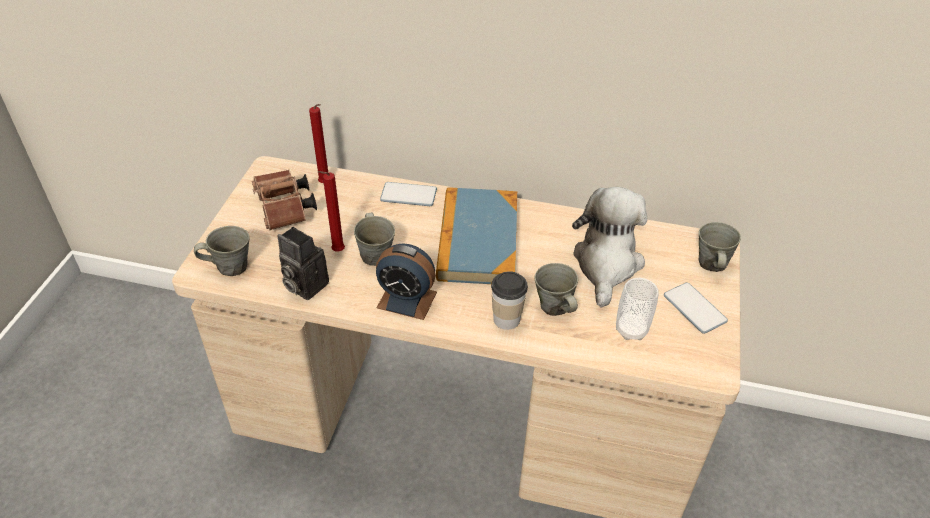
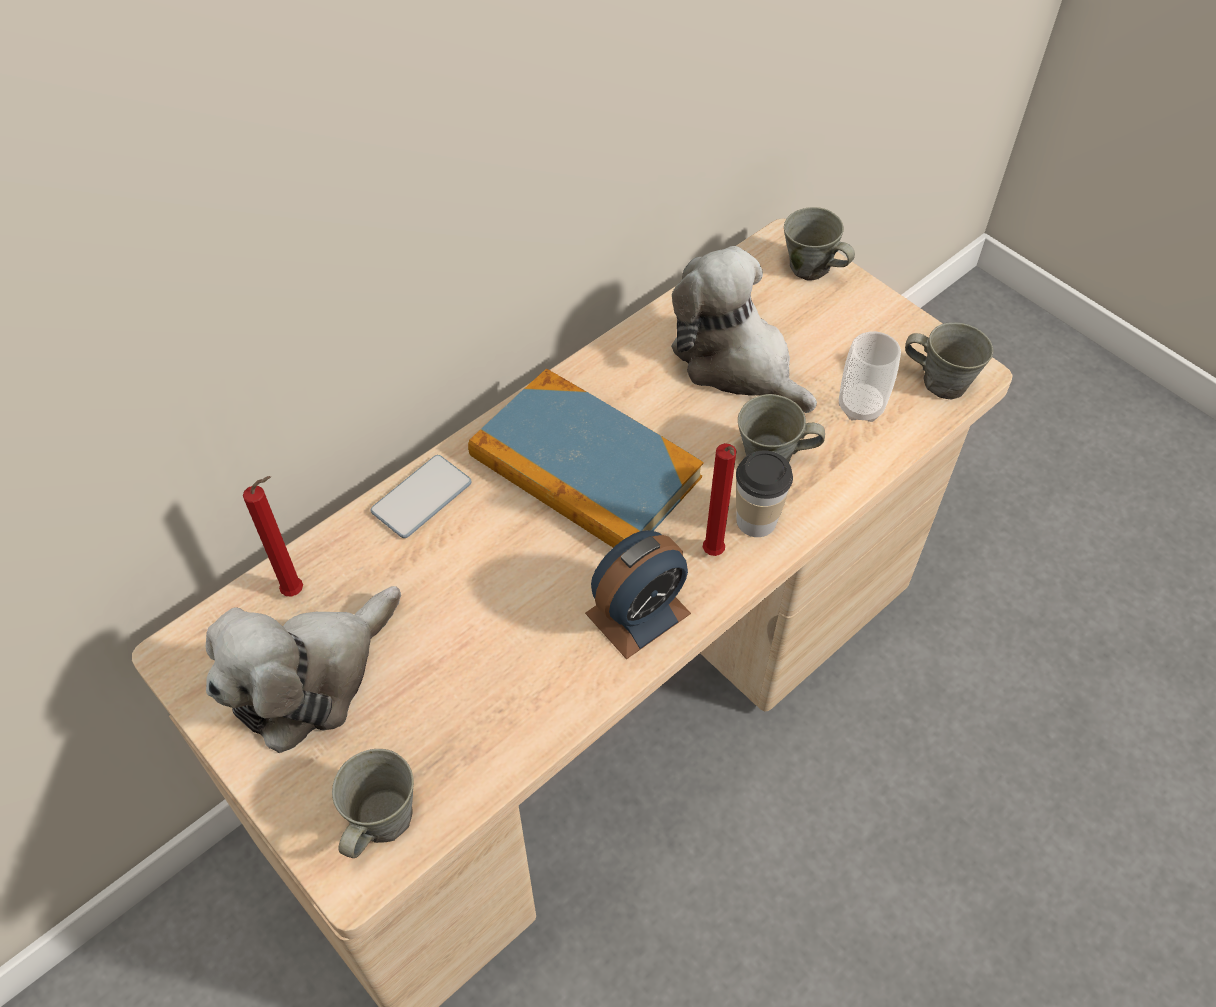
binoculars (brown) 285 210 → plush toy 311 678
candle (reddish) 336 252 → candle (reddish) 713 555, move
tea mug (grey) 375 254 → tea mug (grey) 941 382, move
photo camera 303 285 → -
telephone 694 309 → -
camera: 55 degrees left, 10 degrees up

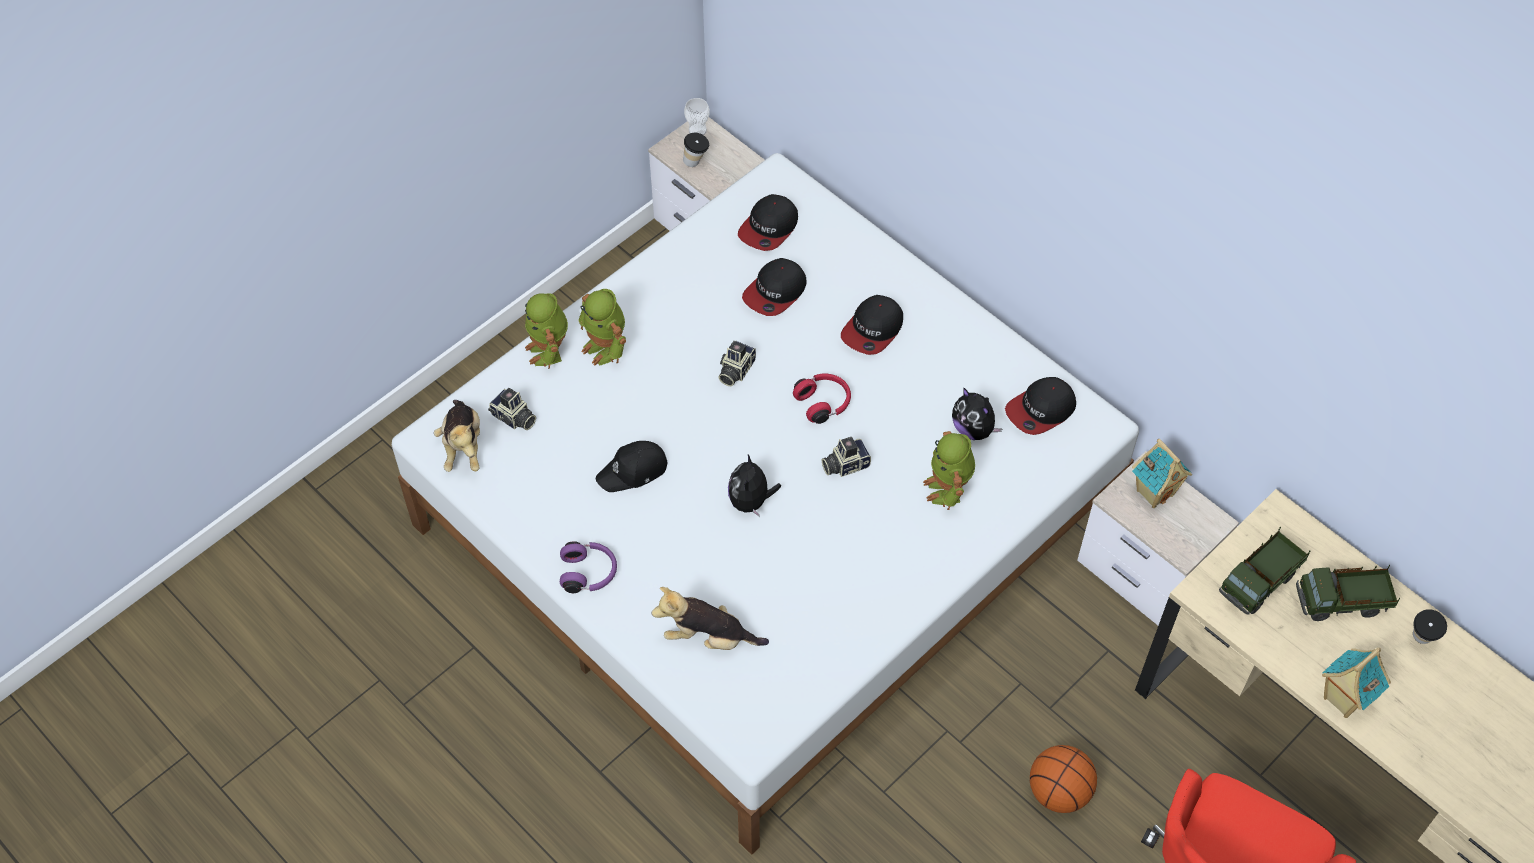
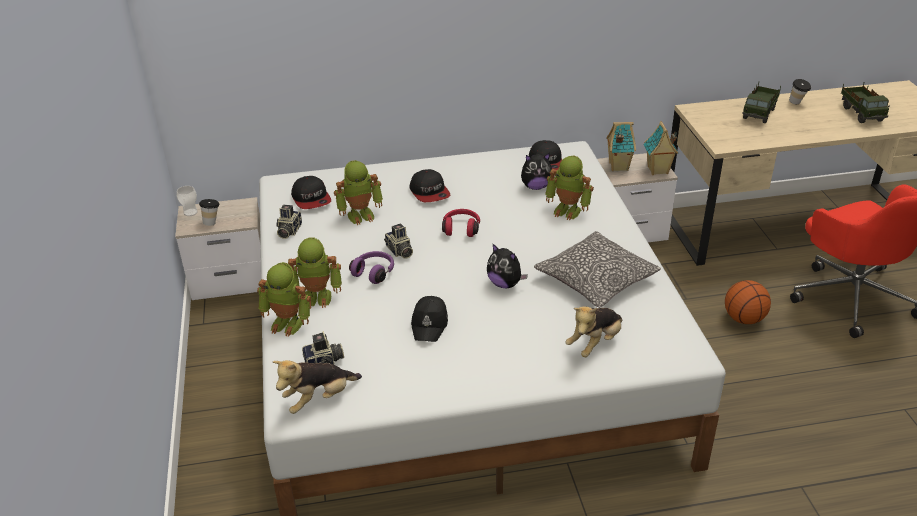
plush toy 463 446 → plush toy 319 399, 120 degrees clockwise
photo camera 844 464 → photo camera 288 231, move
cap 775 292 → model robot 360 214
pair of headphones (purple) 589 573 → pair of headphones (purple) 374 272, move
- → throw pillow 596 279
miniature house 1342 700 → miniature house 657 171, move
toy lorry 1260 583 → toy lorry 861 113, move
camera: 55 degrees left, 20 degrees down

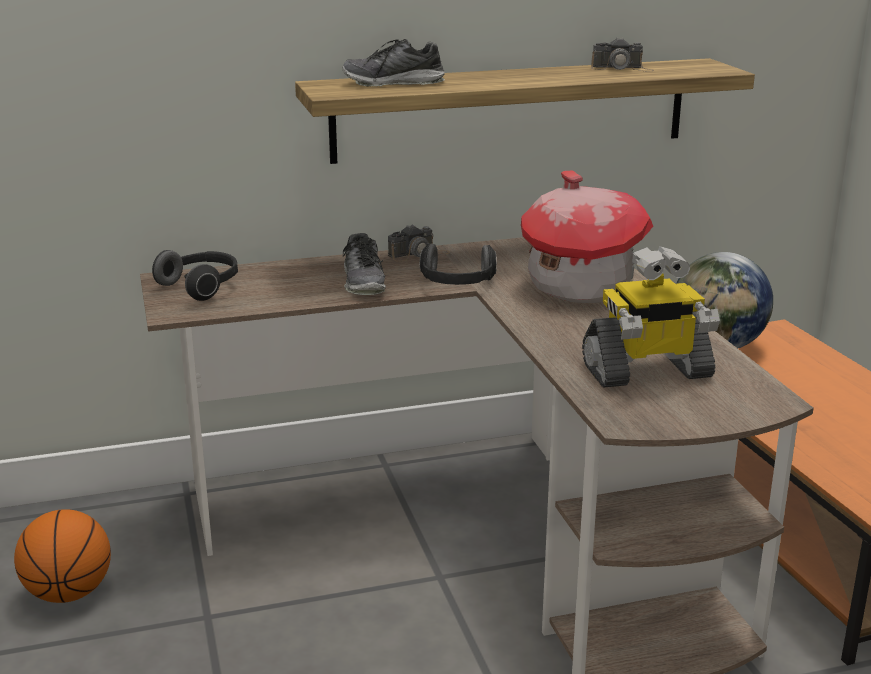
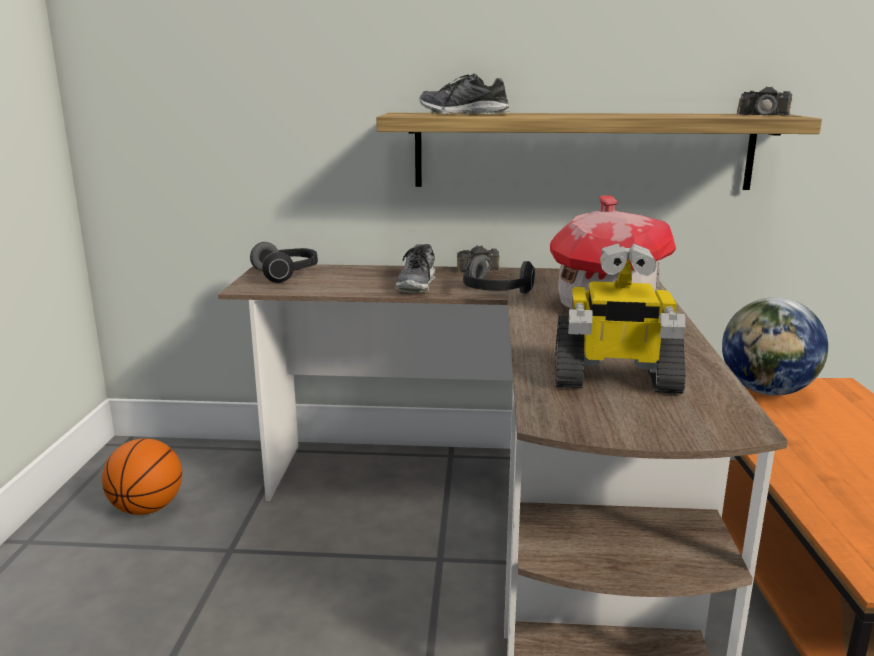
photo camera 622 68 → photo camera 768 115, move
camera: 20 degrees right, 5 degrees down

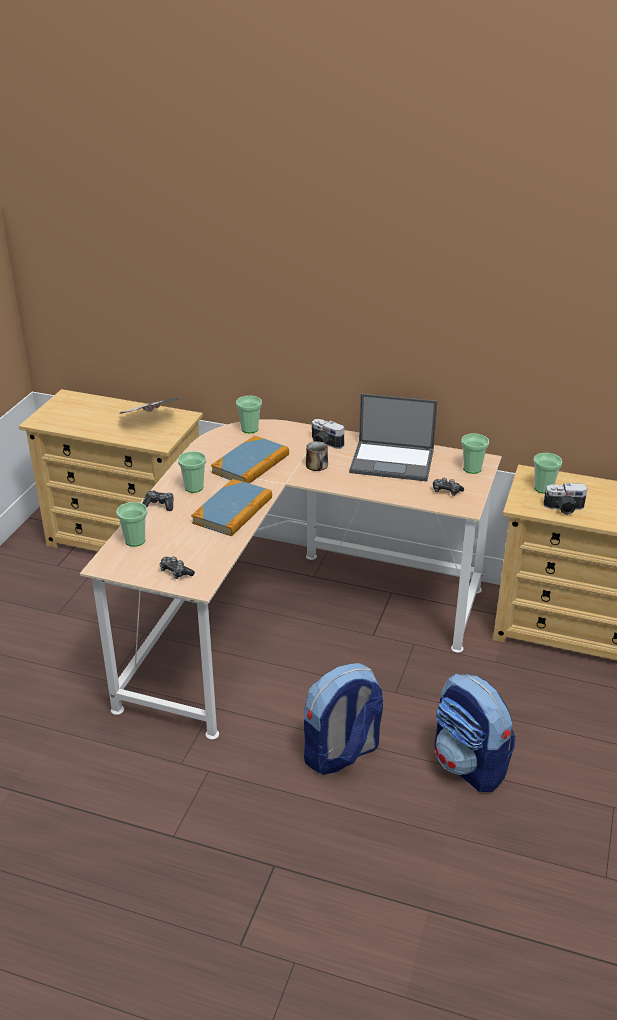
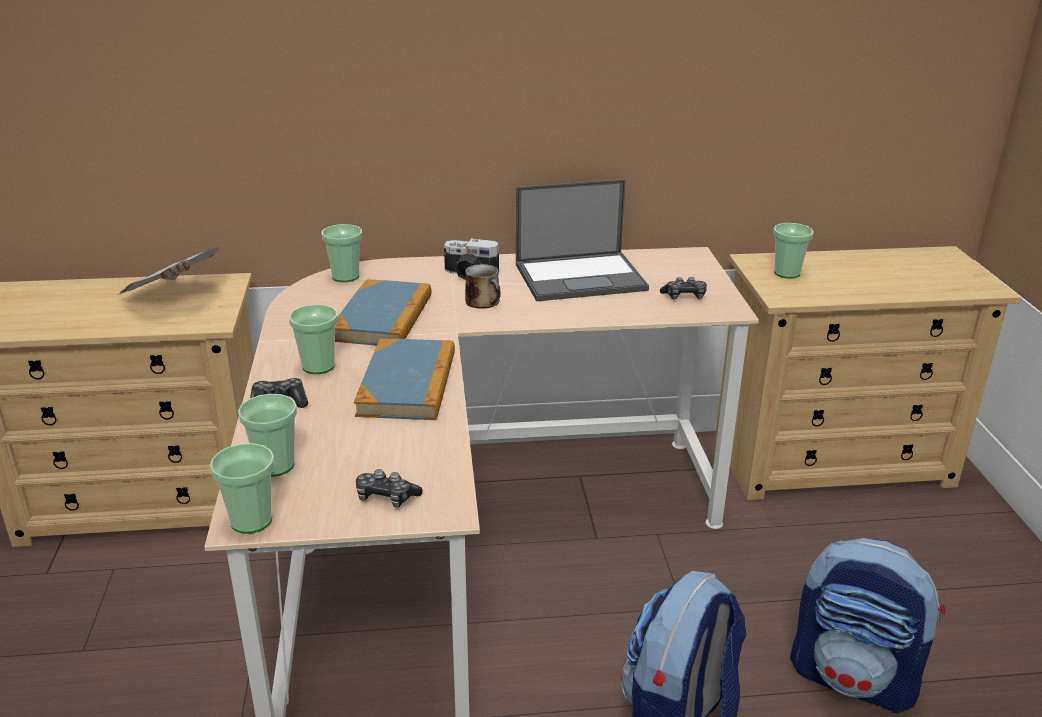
cup 472 469 → cup 251 521, move
photo camera 564 508 → -
camera: 25 degrees left, 5 degrees down

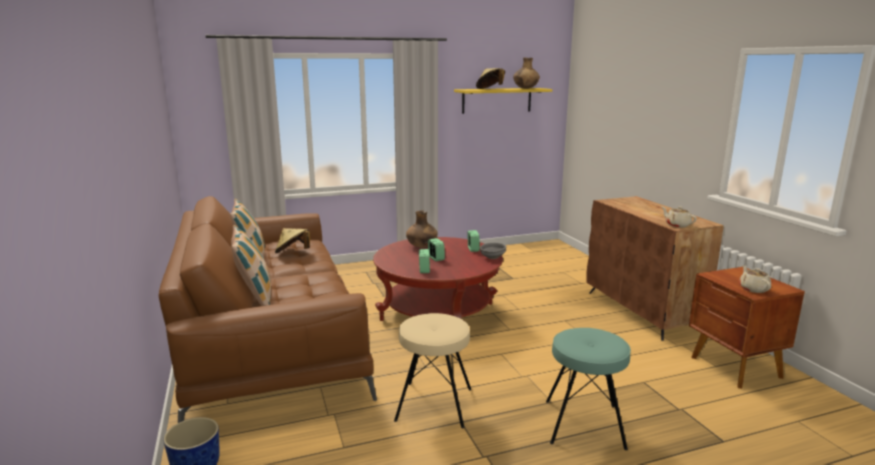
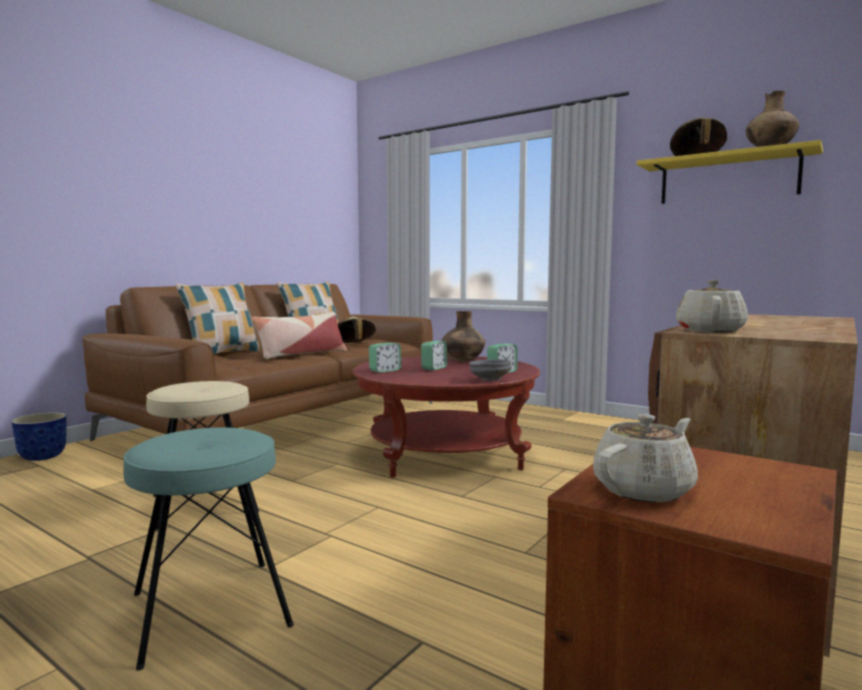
- → throw pillow 301 354
camera: 55 degrees right, 10 degrees down

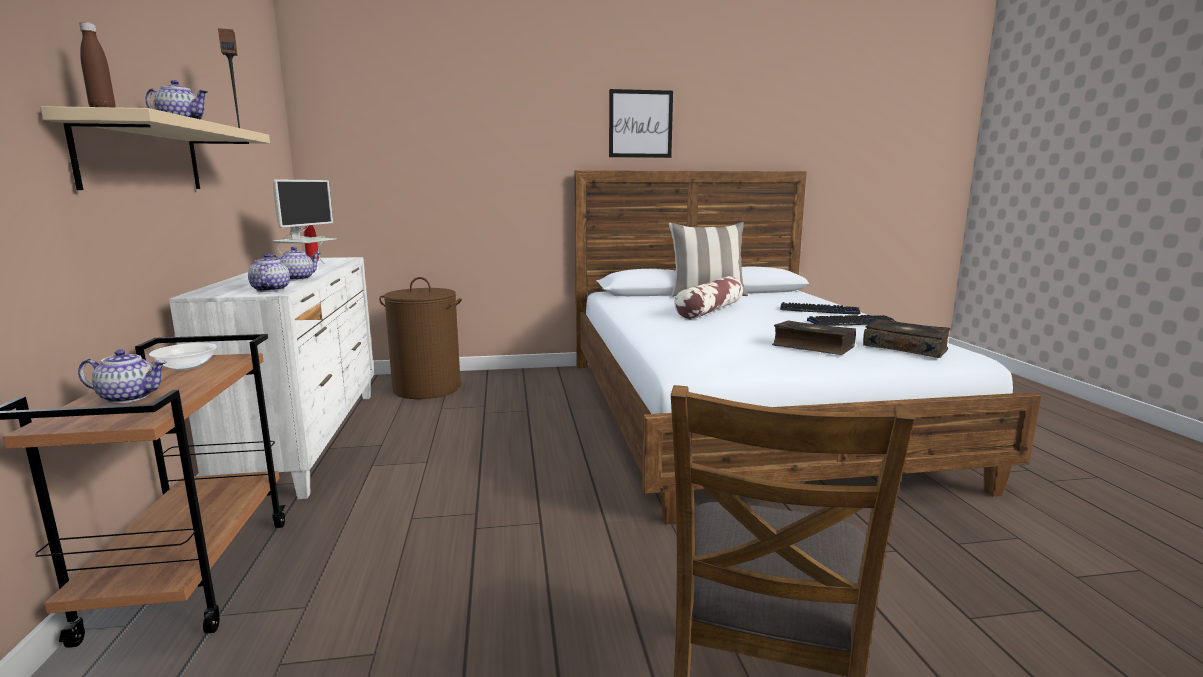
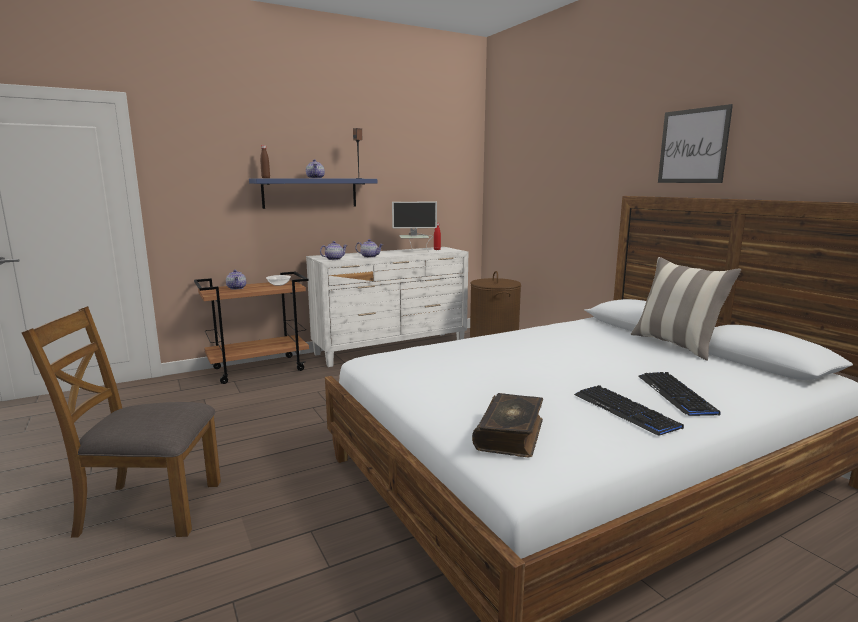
shelf (beige-coloured) 142 156 → shelf (bluish) 310 193
throw pillow 709 310 → -
bound book 812 347 → -
camera: 70 degrees right, 0 degrees up

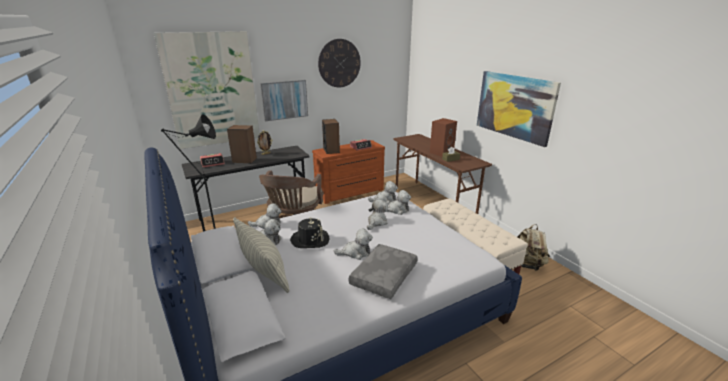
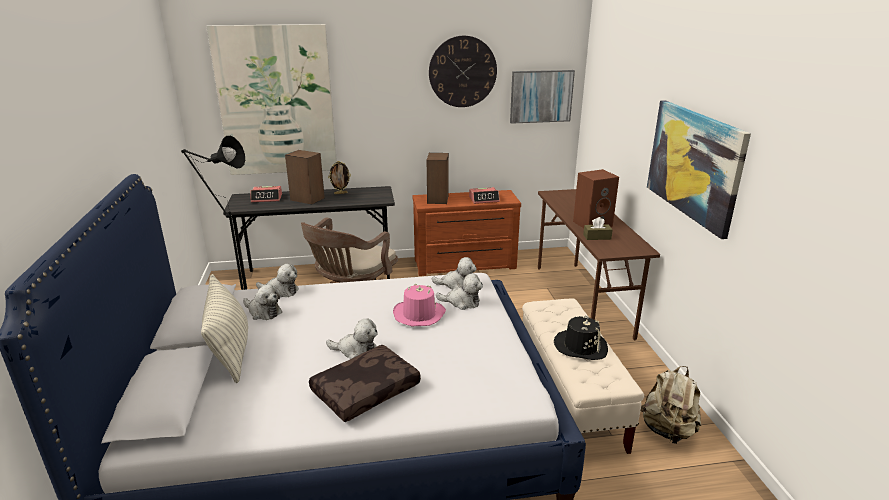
throw pillow (grey) 383 276 → throw pillow (brown) 365 390
plush toy 376 222 → clothing hat (pink) 419 314
wall picture 284 100 → wall picture 541 96, move
clothing hat (black-coloured) 310 240 → clothing hat (black-coloured) 580 346, move
camera: 20 degrees right, 0 degrees up

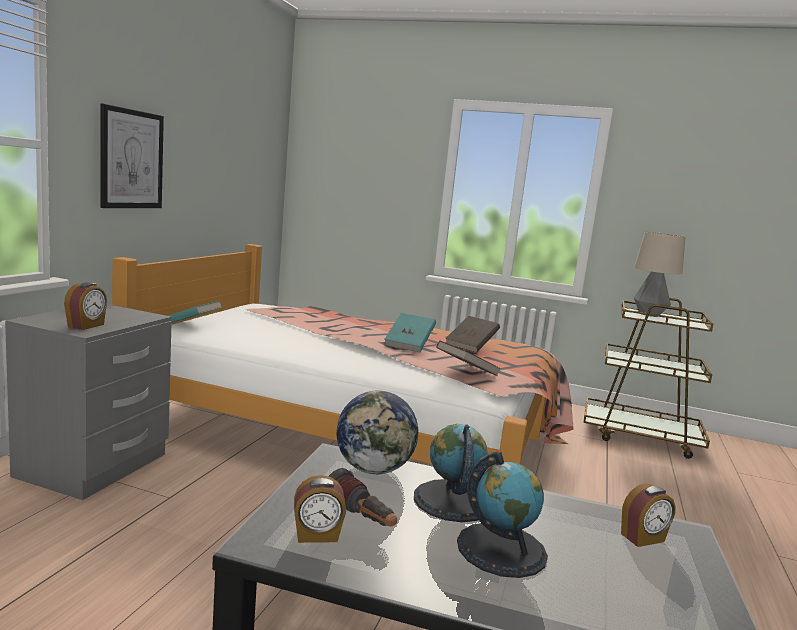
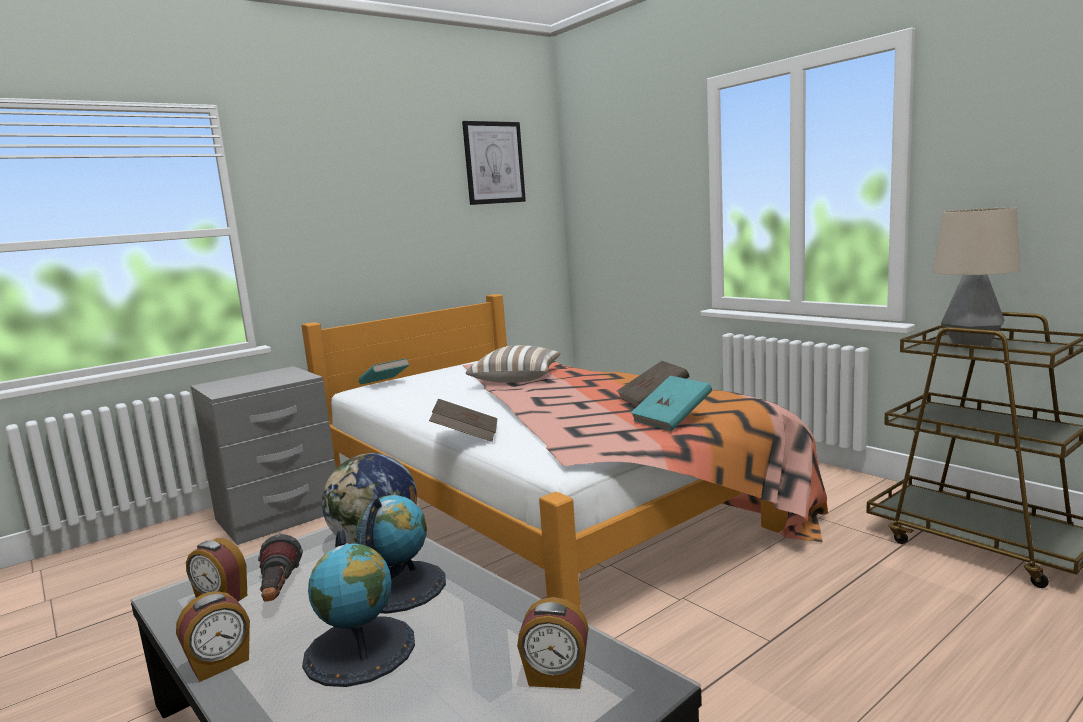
table clock 86 326 → table clock 220 664, move
bound book (brown) 466 372 → bound book (brown) 466 436, move
wall picture 131 159 → wall picture 494 163, move
- → throw pillow 517 379
bound book (turquoise) 409 344 → bound book (turquoise) 672 419, move
camera: 35 degrees right, 0 degrees up

